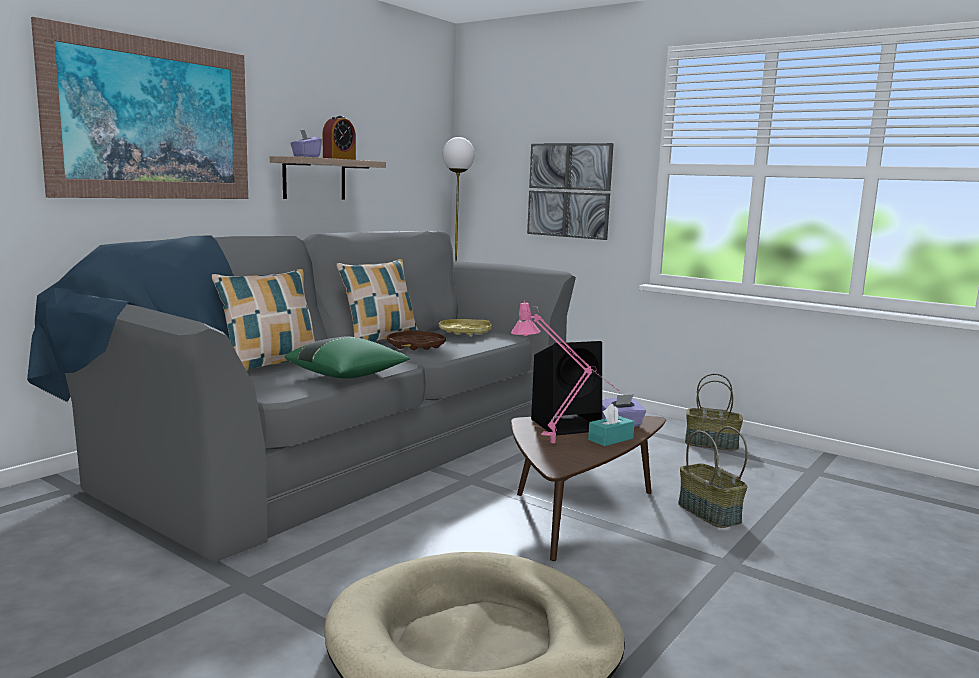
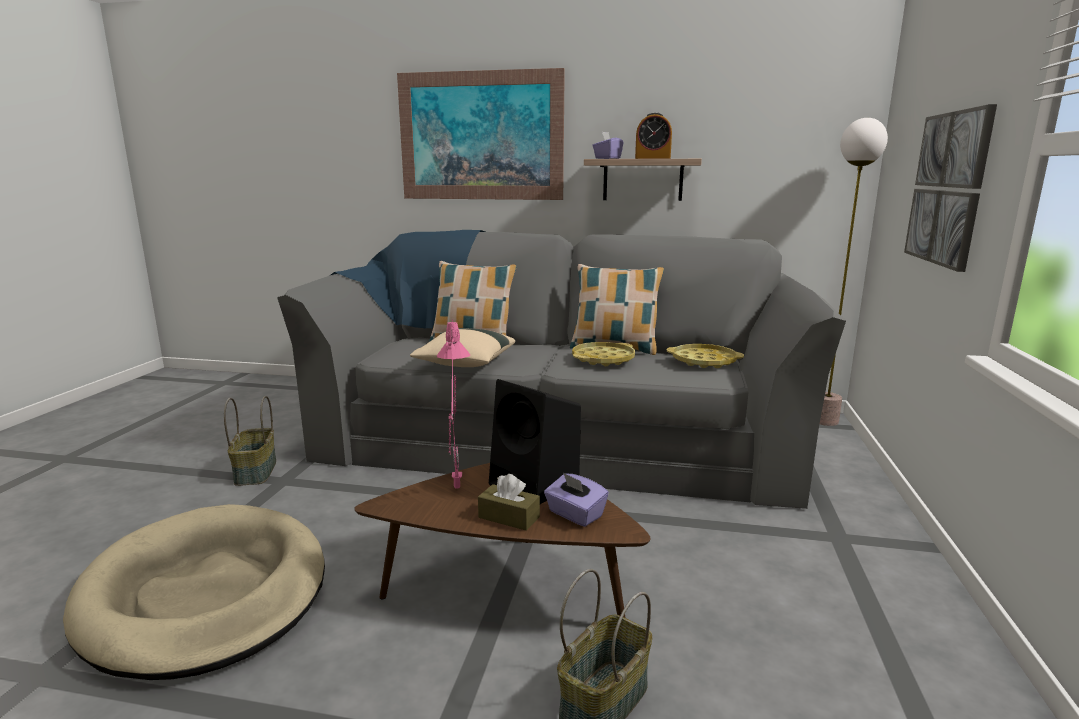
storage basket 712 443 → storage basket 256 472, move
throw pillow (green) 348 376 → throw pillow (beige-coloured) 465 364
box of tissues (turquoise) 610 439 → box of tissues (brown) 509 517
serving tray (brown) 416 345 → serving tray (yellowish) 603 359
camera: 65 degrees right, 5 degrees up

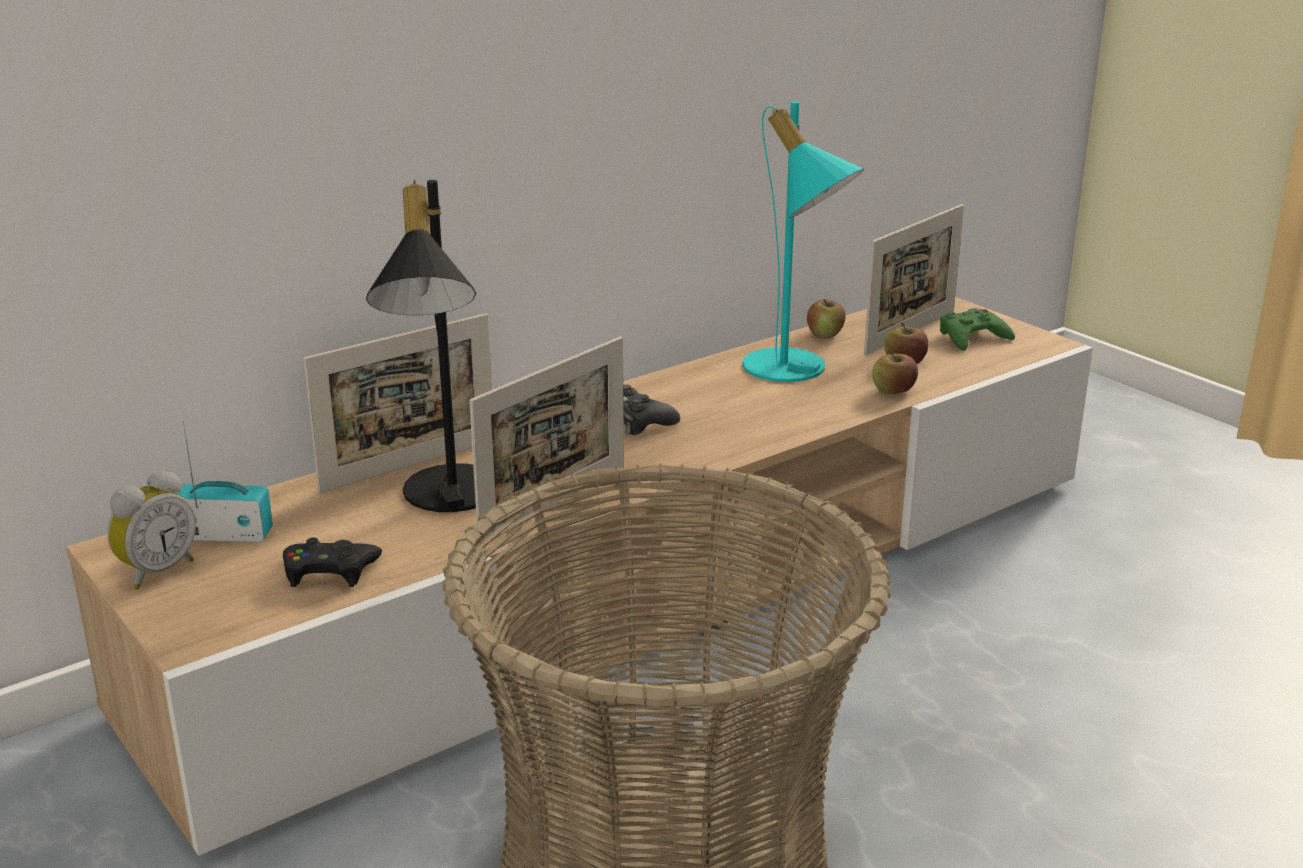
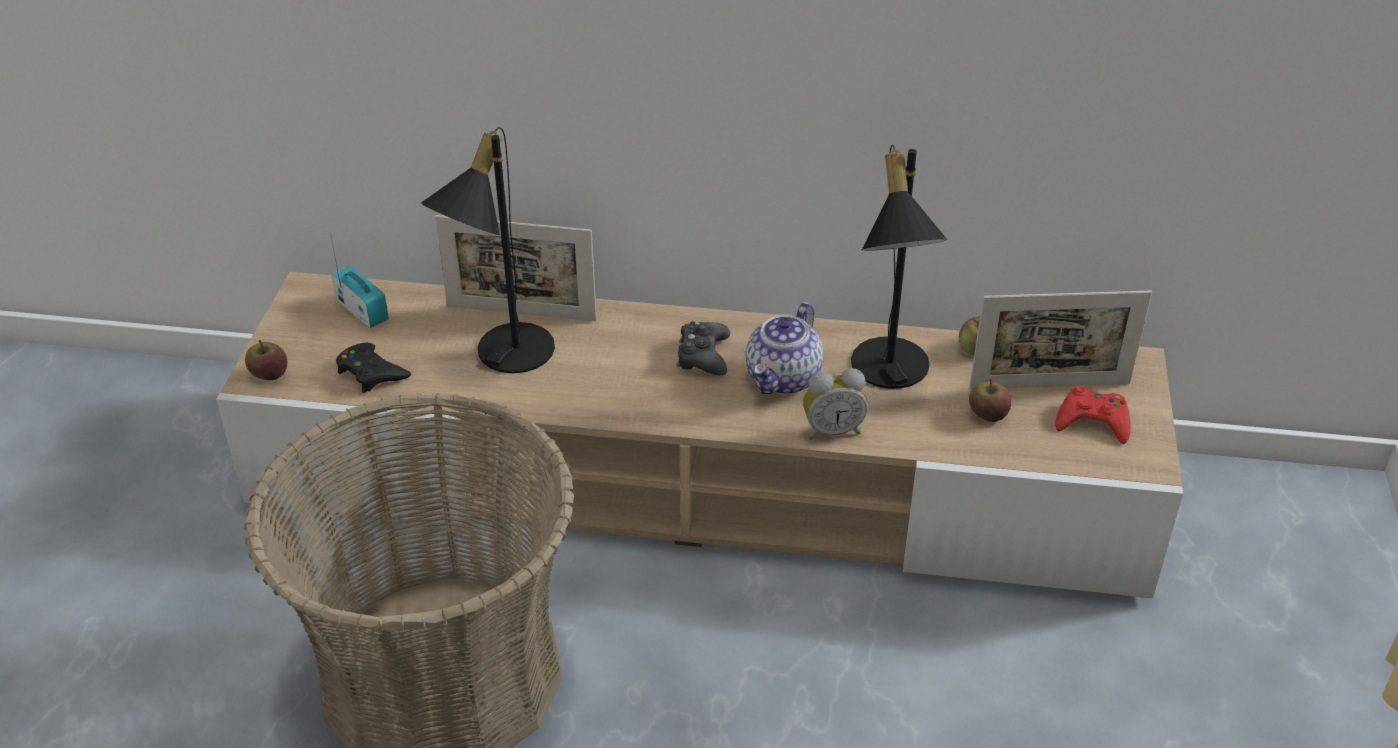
apple 893 391 → apple 269 374, move
- → tea pot 784 379
table clock 156 571 → table clock 832 430, move
tabletop lamp (turquoise) 795 371 → tabletop lamp (black-coloured) 888 373
game controller (green) 972 337 → game controller (reddish) 1093 421
picture frame 554 502 → -
camera: 45 degrees right, 15 degrees up

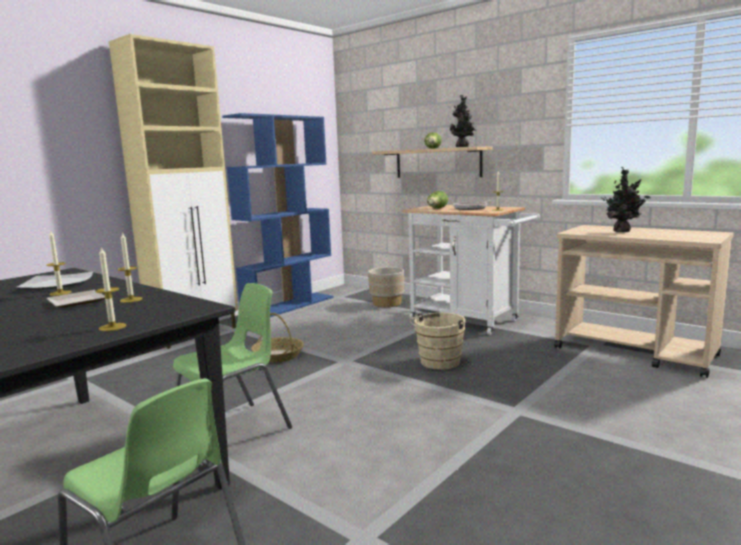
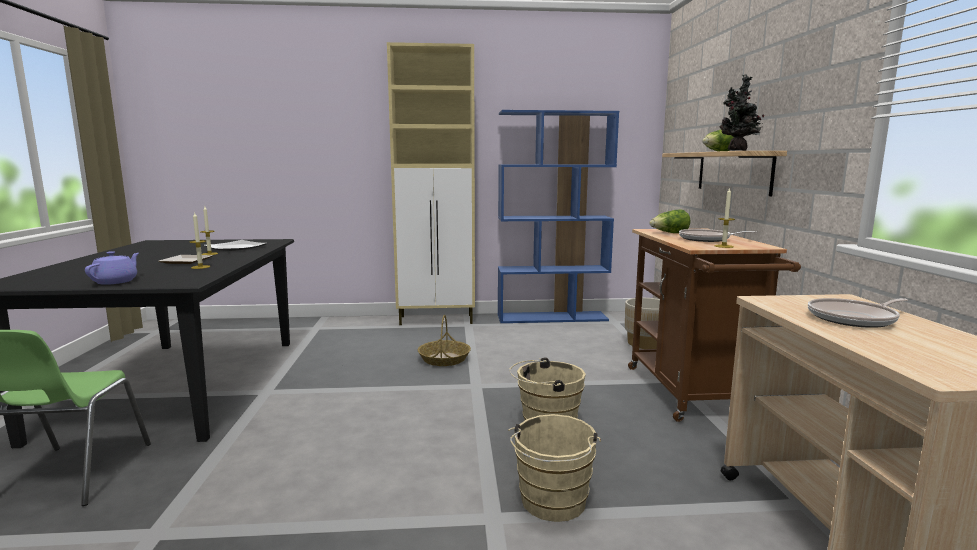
candle 112 327 → tea pot (purple) 116 281
- → water bucket (beige-coloured) 552 504
cart (whitish) 469 321 → cart (brown) 692 395
houseplant 622 231 → skillet 854 318
upright chair (green) 233 431 → -
camera: 45 degrees right, 0 degrees up

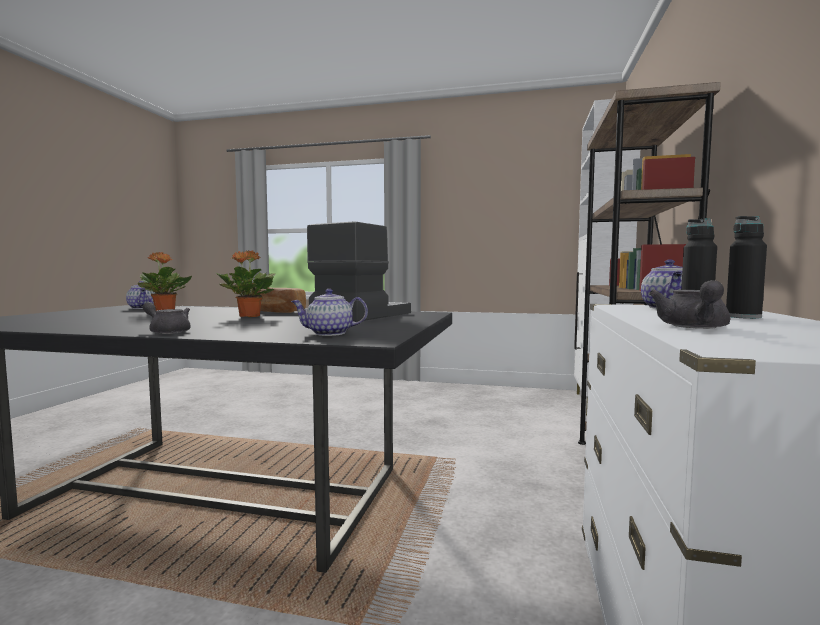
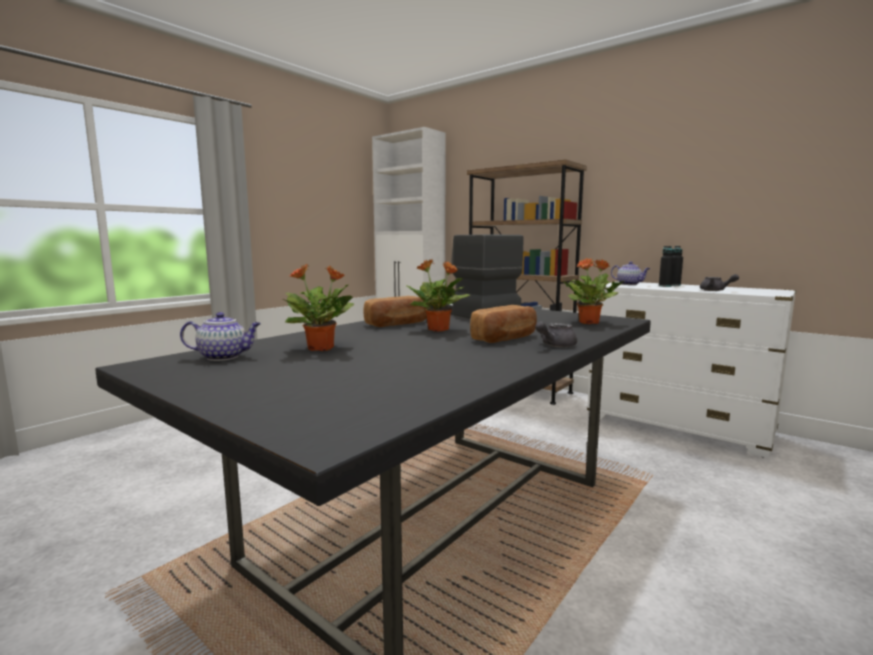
- → bread 505 338
tea pot 328 333 → houseplant 589 322
camera: 65 degrees left, 5 degrees up

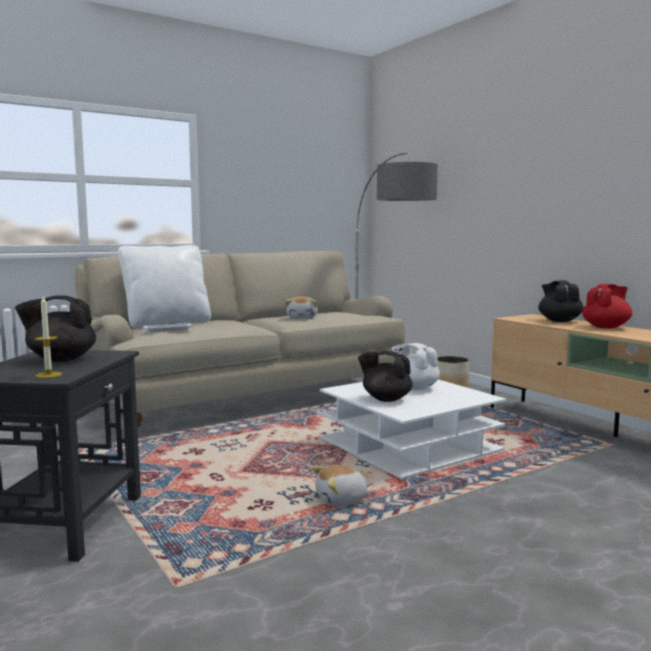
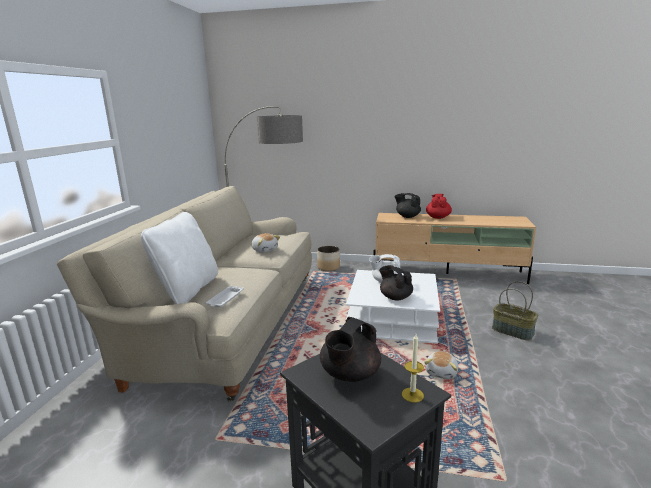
tea pot (black-coloured) 385 399 → tea pot (black-coloured) 395 297, 75 degrees clockwise
- → storage basket 513 331
camera: 45 degrees left, 10 degrees up

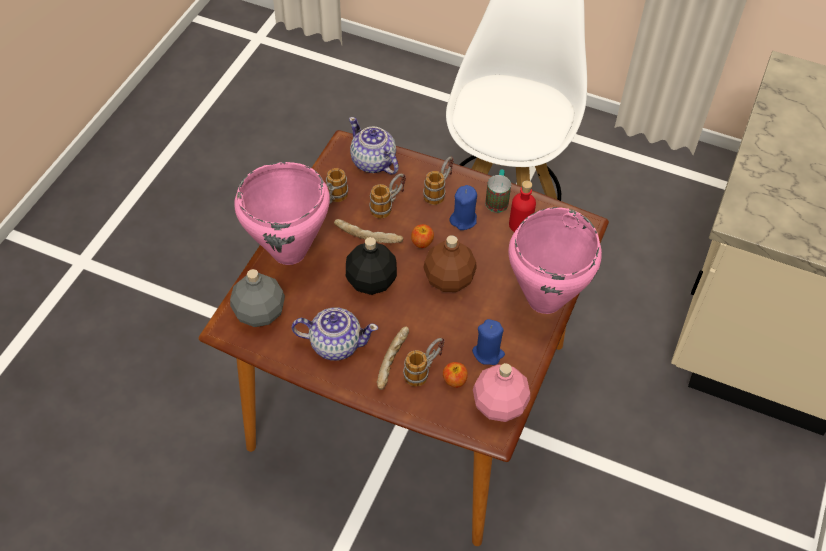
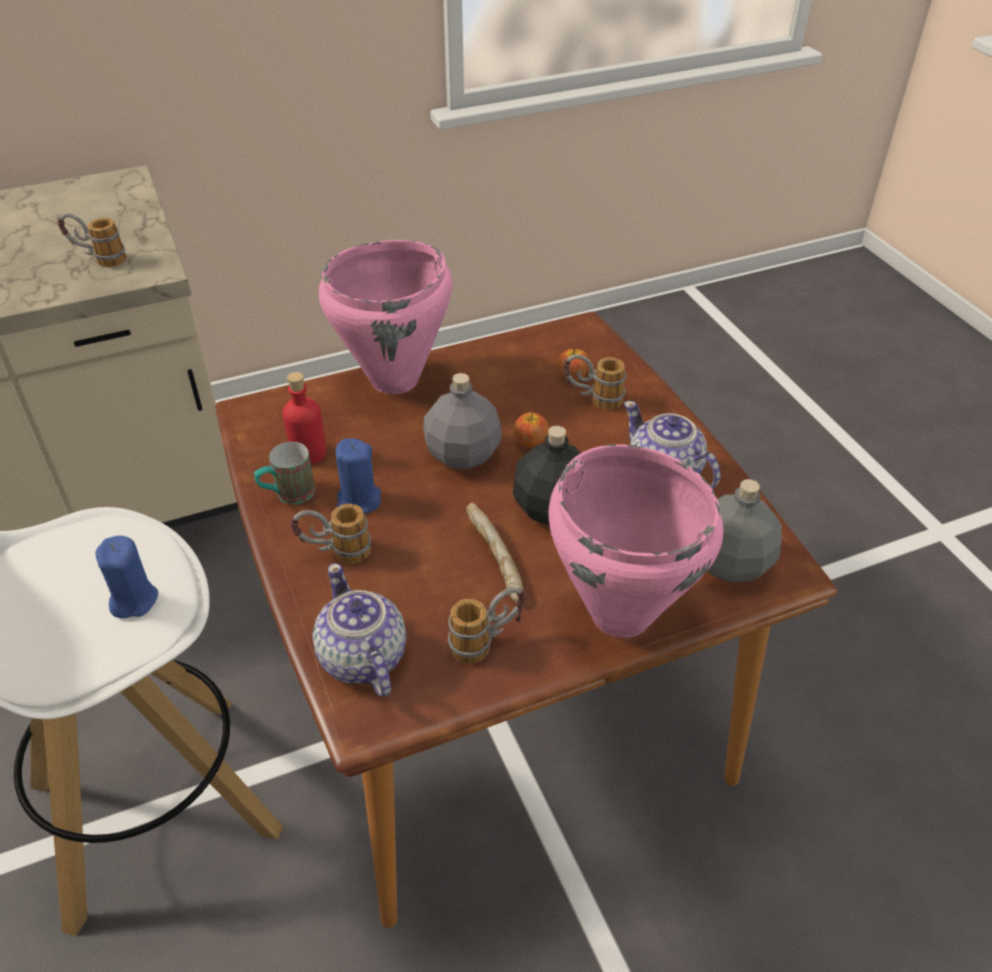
tea mug 388 205 → tea mug 98 259, move
candle (bluish) 488 353 → candle (bluish) 133 600, move
tea pot 373 162 → tea pot 362 659, 150 degrees clockwise
drink bottle (brown) 448 279 → drink bottle (grey) 463 455
apple 422 242 → apple 530 442, move
bread 393 362 → -
drink bottle (pink) 500 405 → -
camera: 135 degrees left, 10 degrees down

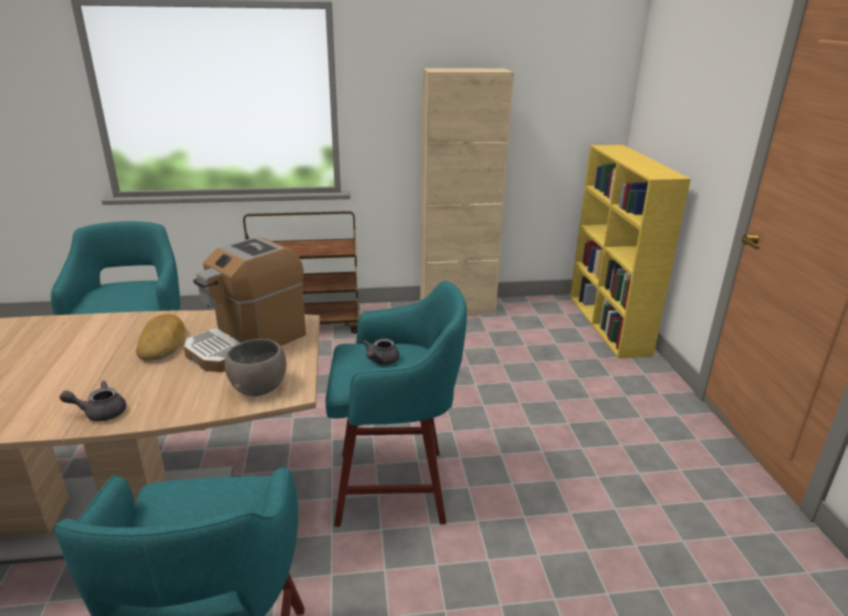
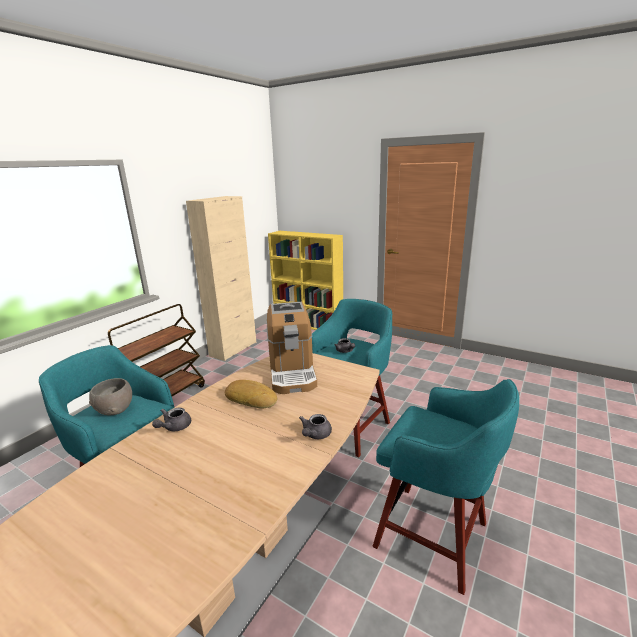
deep dish (grey) 258 386 → deep dish (grey) 114 409, move
- → tea pot (grey) 174 427
camera: 50 degrees left, 5 degrees down

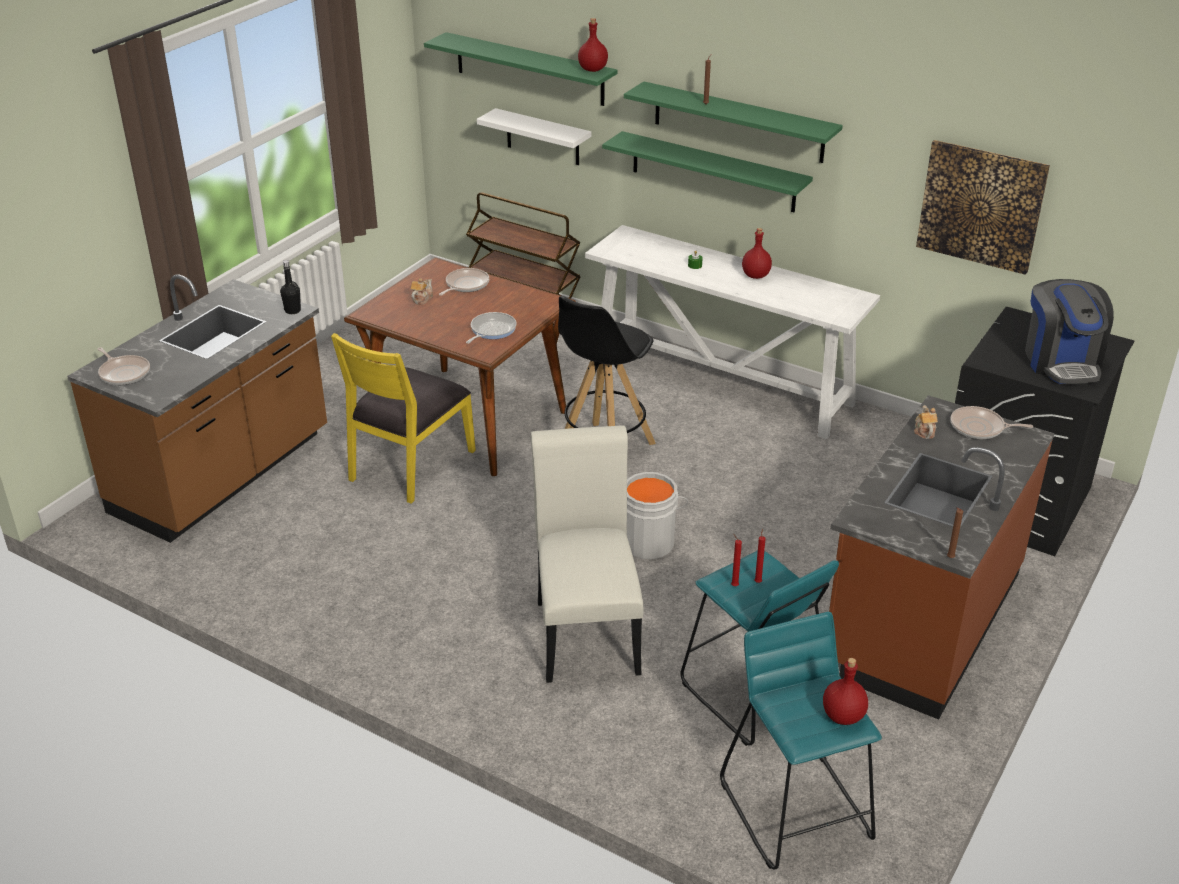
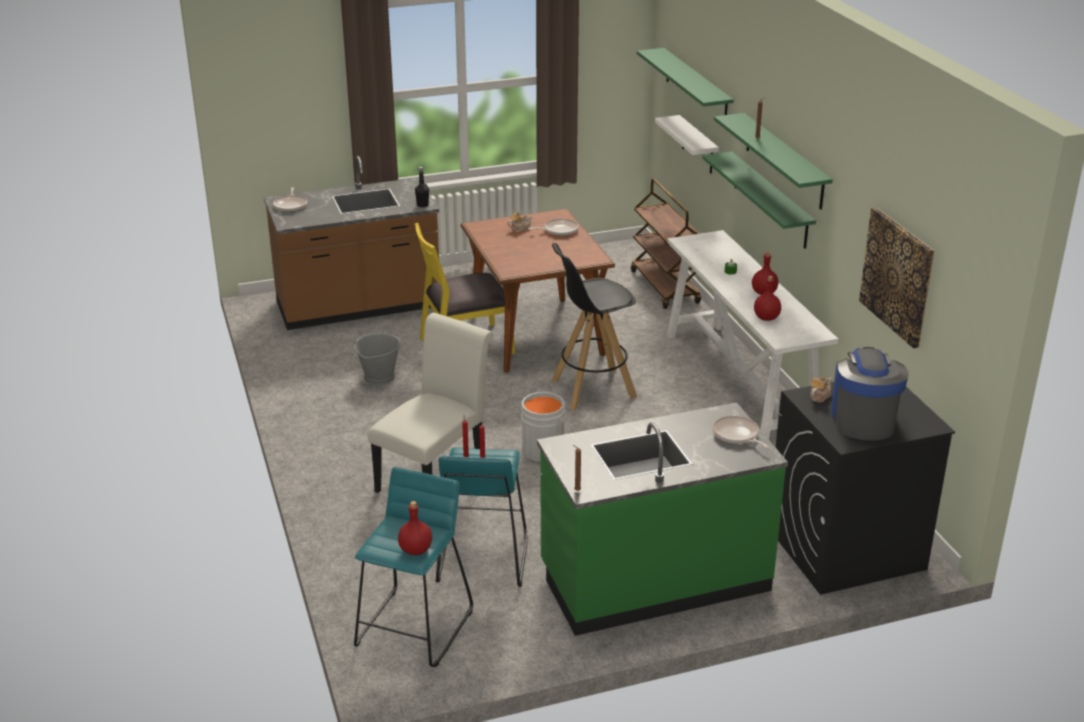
- → water bucket (grey) 379 377
counter (brown) 920 620 → counter (green) 654 579
drink bottle (reddish) 593 70 → drink bottle (reddish) 766 318, move
tea pot 924 431 → tea pot 819 396, move
coffee machine 1061 362 → coffee machine 863 419, 150 degrees clockwise
skillet 491 330 → -
camera: 40 degrees right, 5 degrees down

